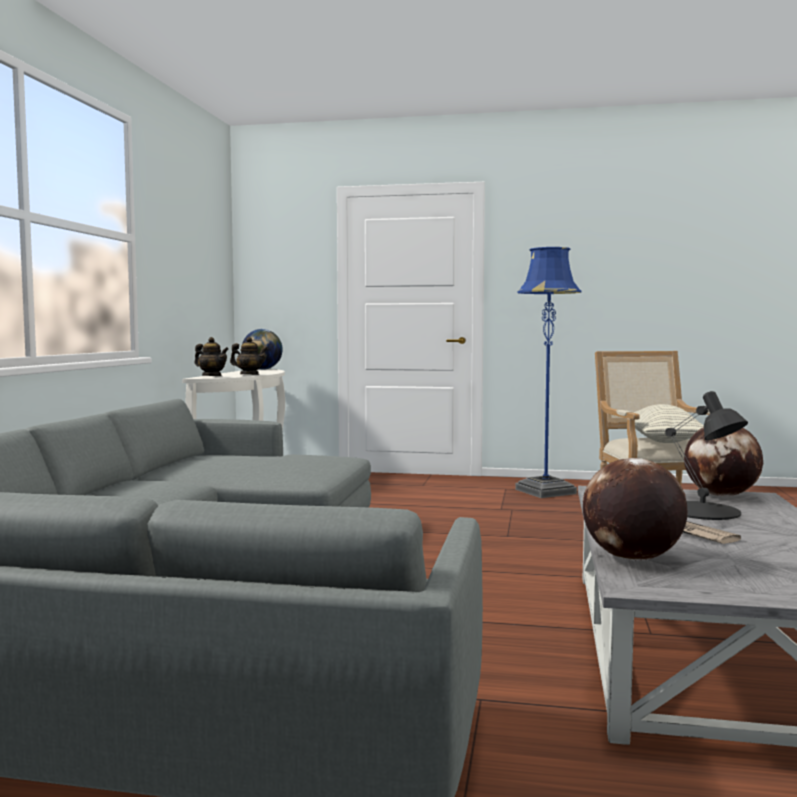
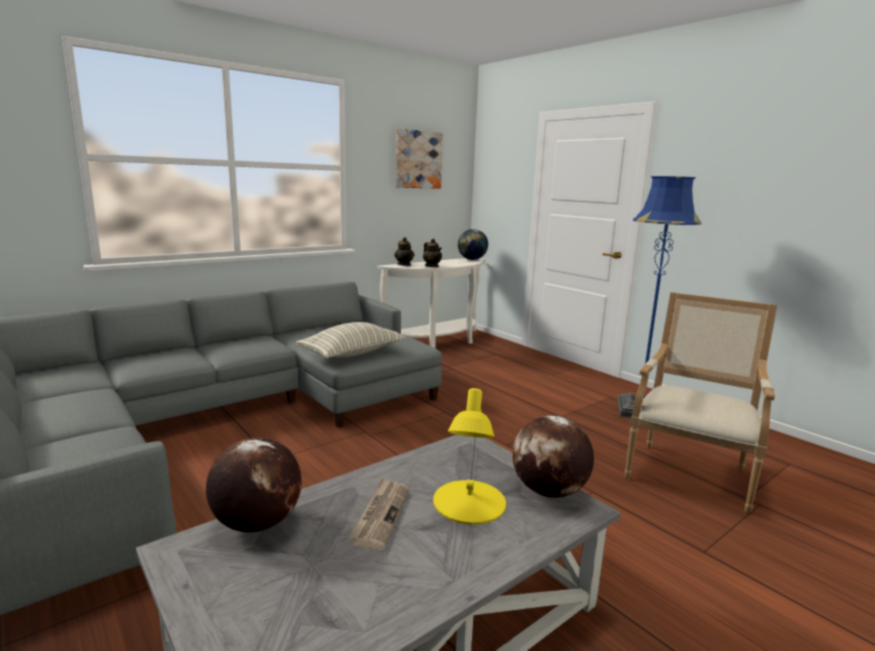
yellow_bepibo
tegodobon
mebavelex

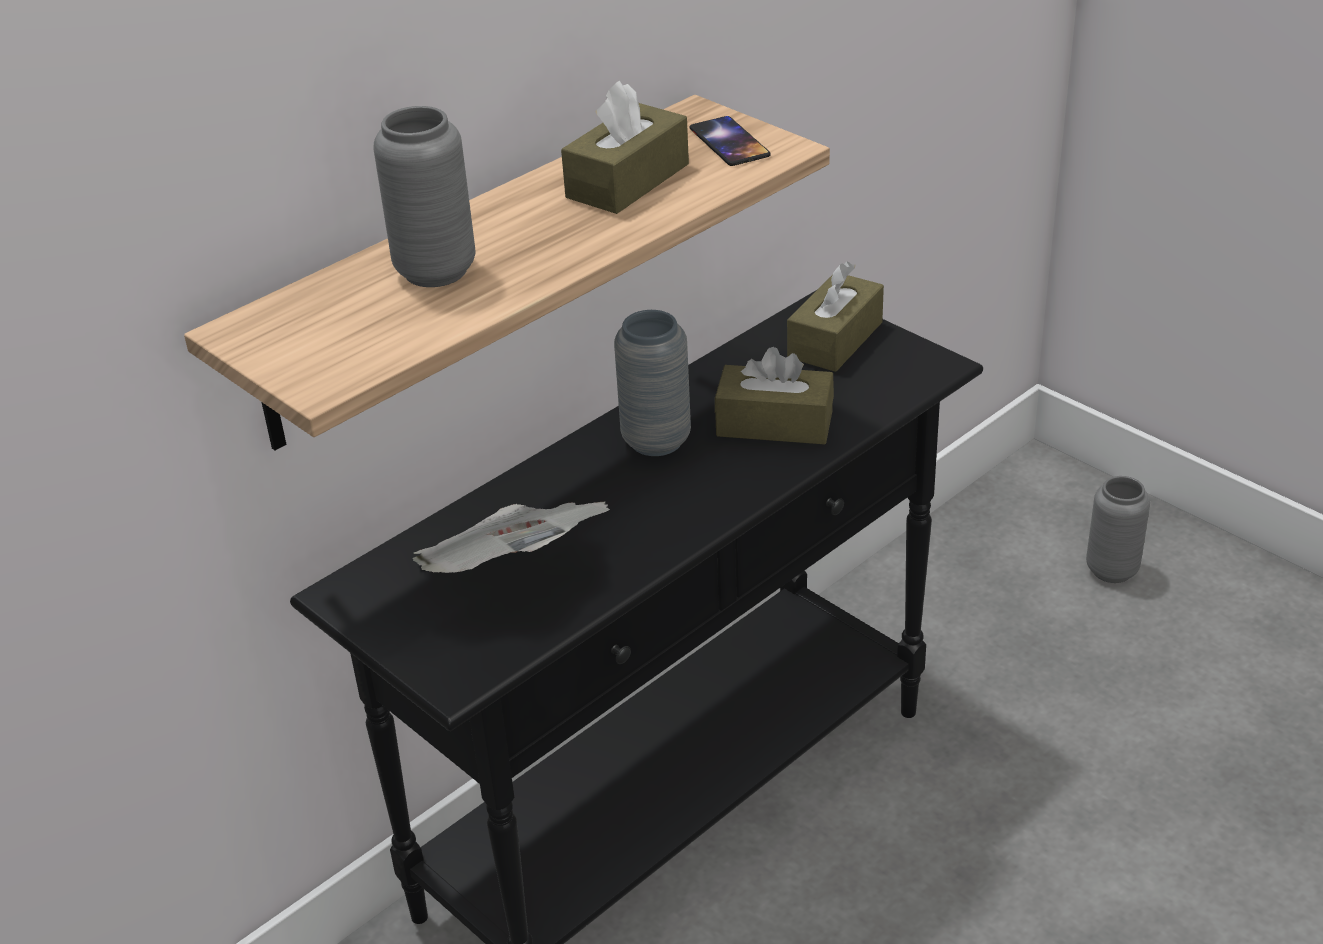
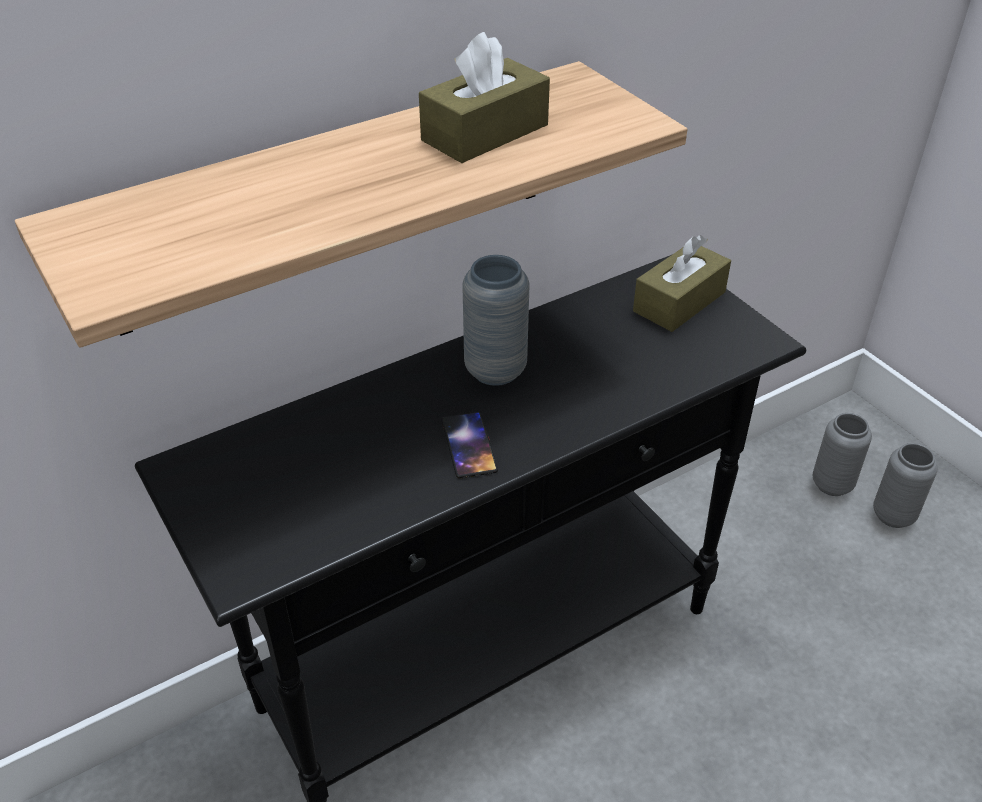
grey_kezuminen (no. 2 from left)
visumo
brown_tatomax (no. 2 from left in the first image)
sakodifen

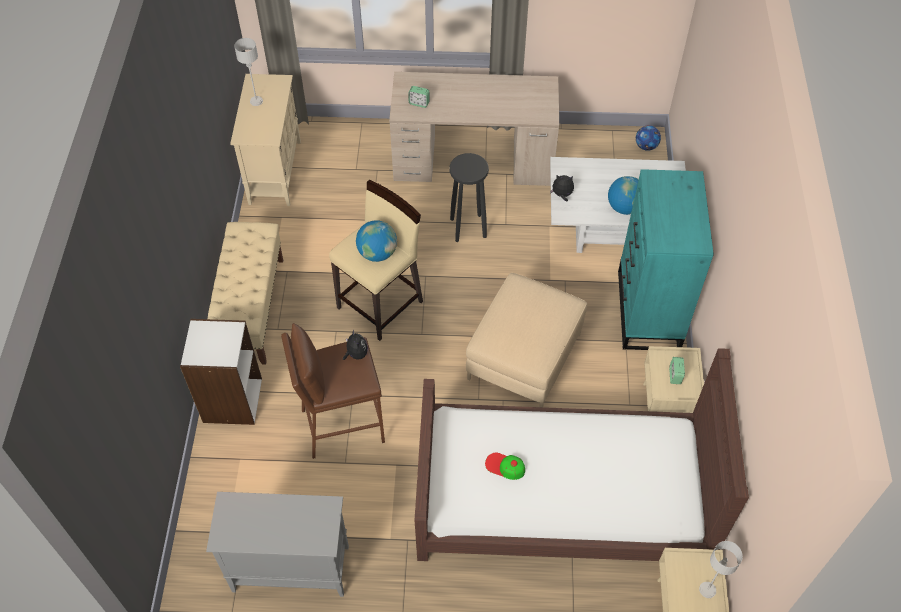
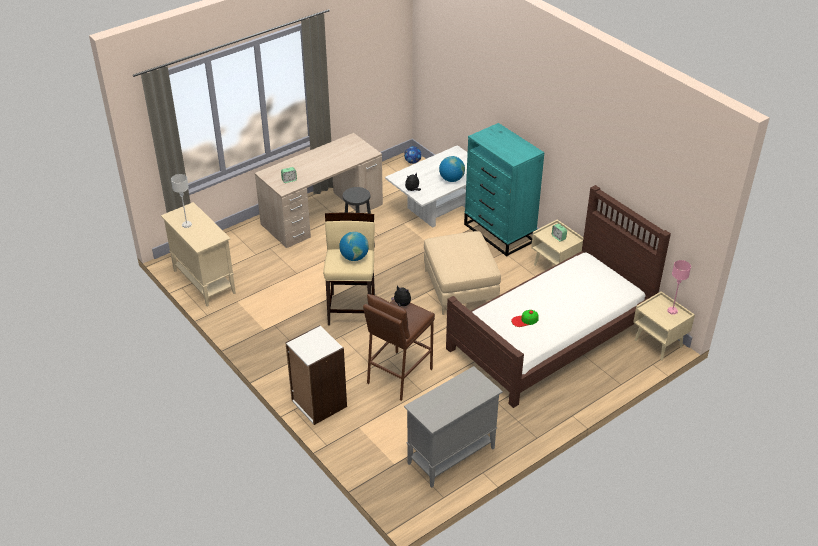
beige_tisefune
pink_bepibo

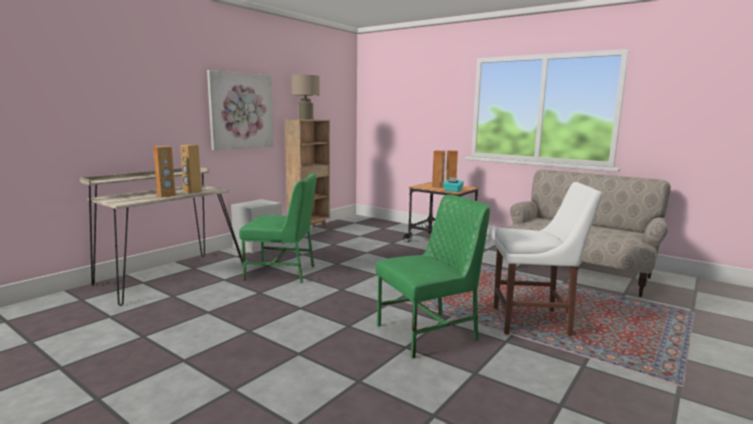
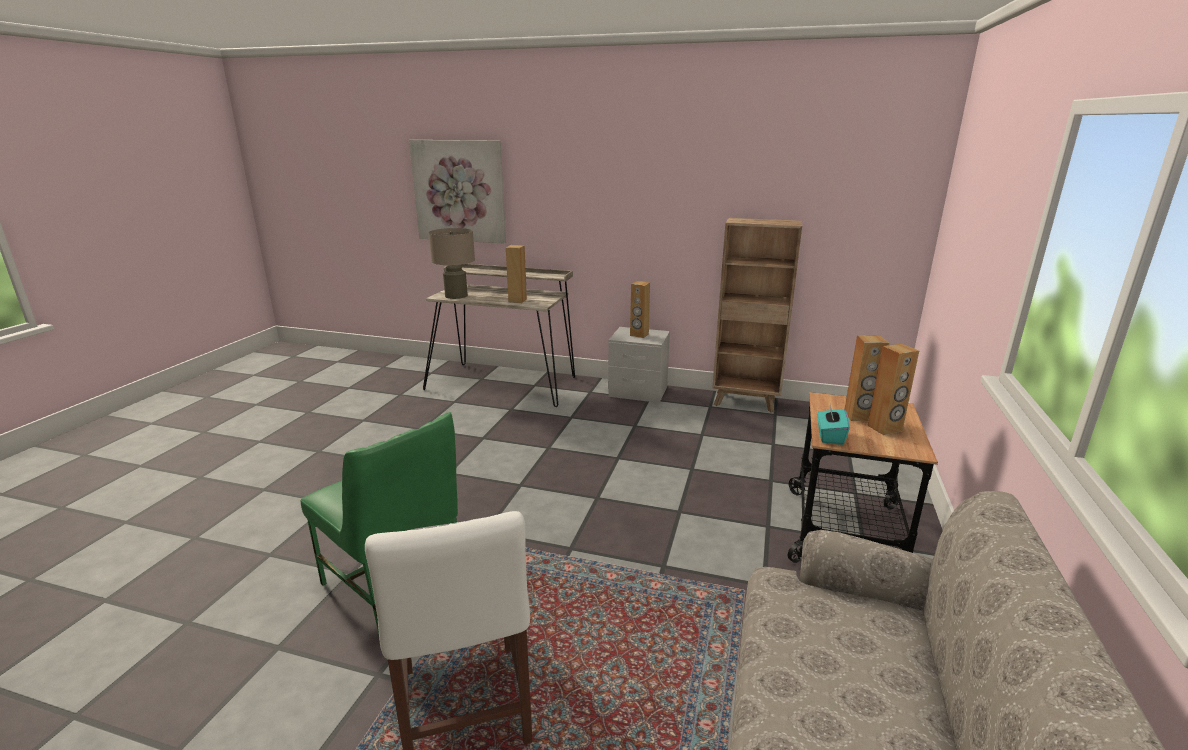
mebavelex
beige_bepibo
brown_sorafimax (no. 2 from left)
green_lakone (no. 1 from left in the first image)

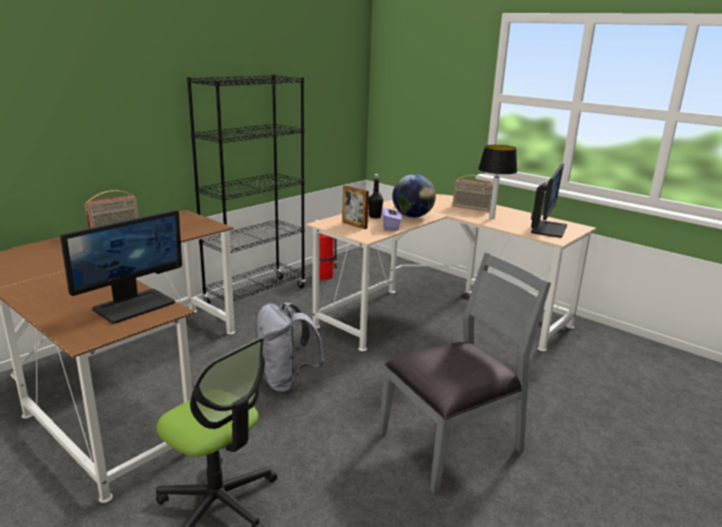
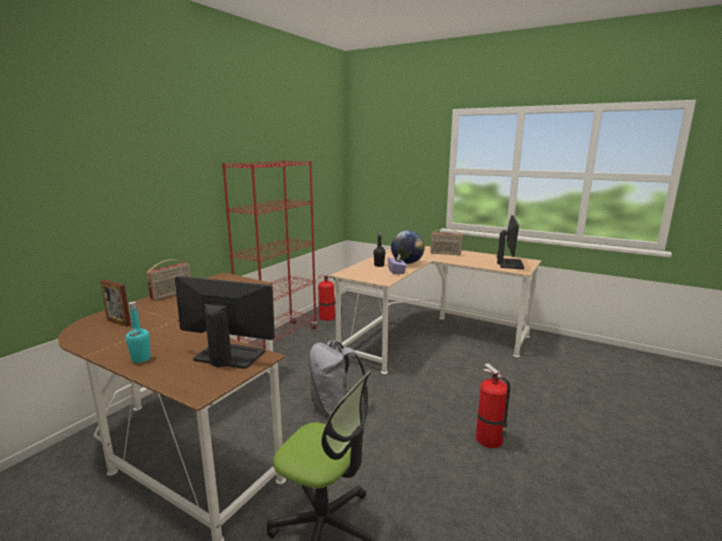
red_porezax
bepibo
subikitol
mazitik (no. 1 from left)
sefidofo (no. 2 from left)
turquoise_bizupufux

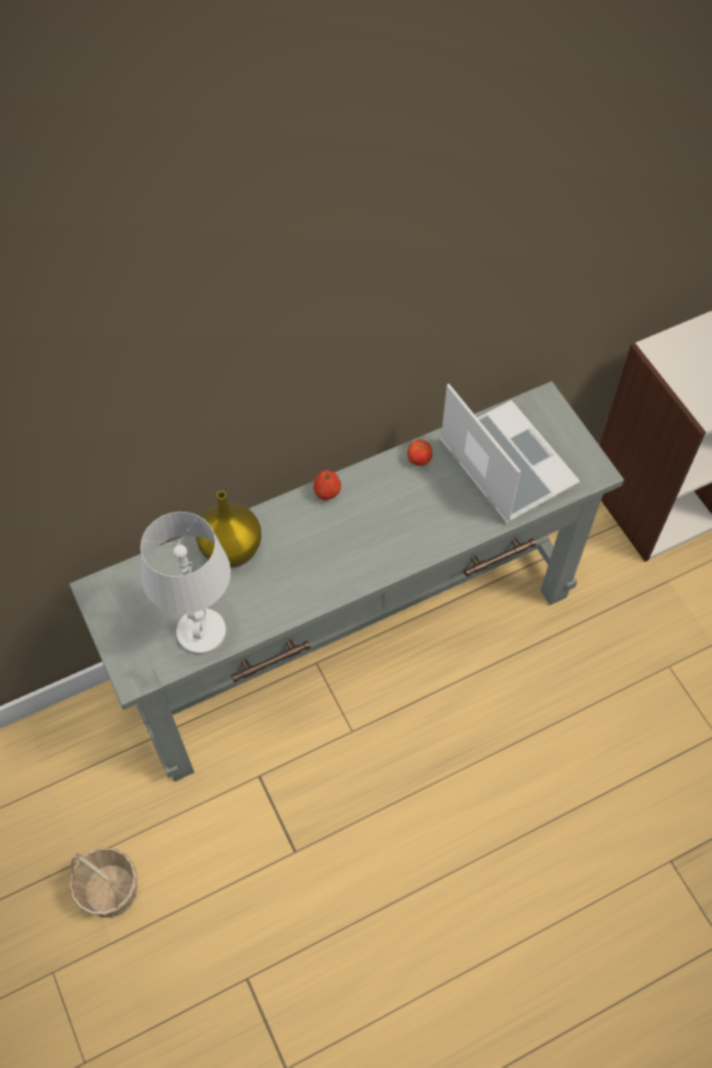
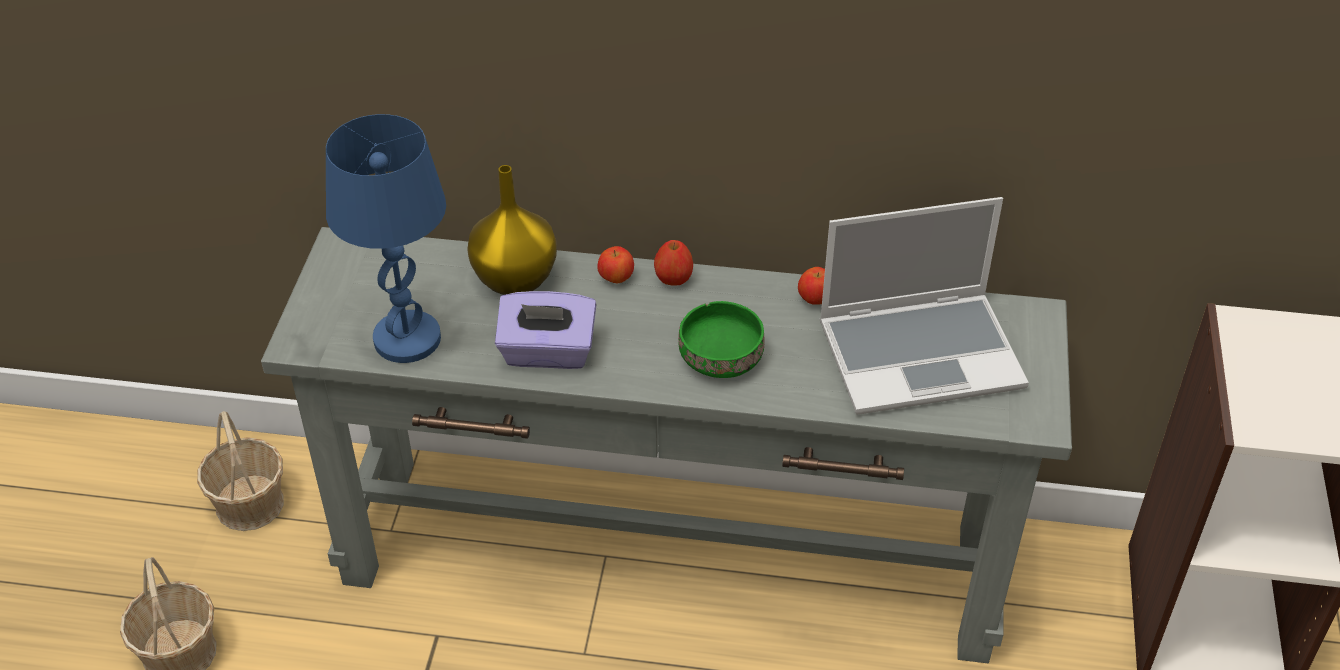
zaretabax
blue_bepibo
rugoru (no. 1 from left)
purple_tatomax
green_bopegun
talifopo (no. 2 from left)

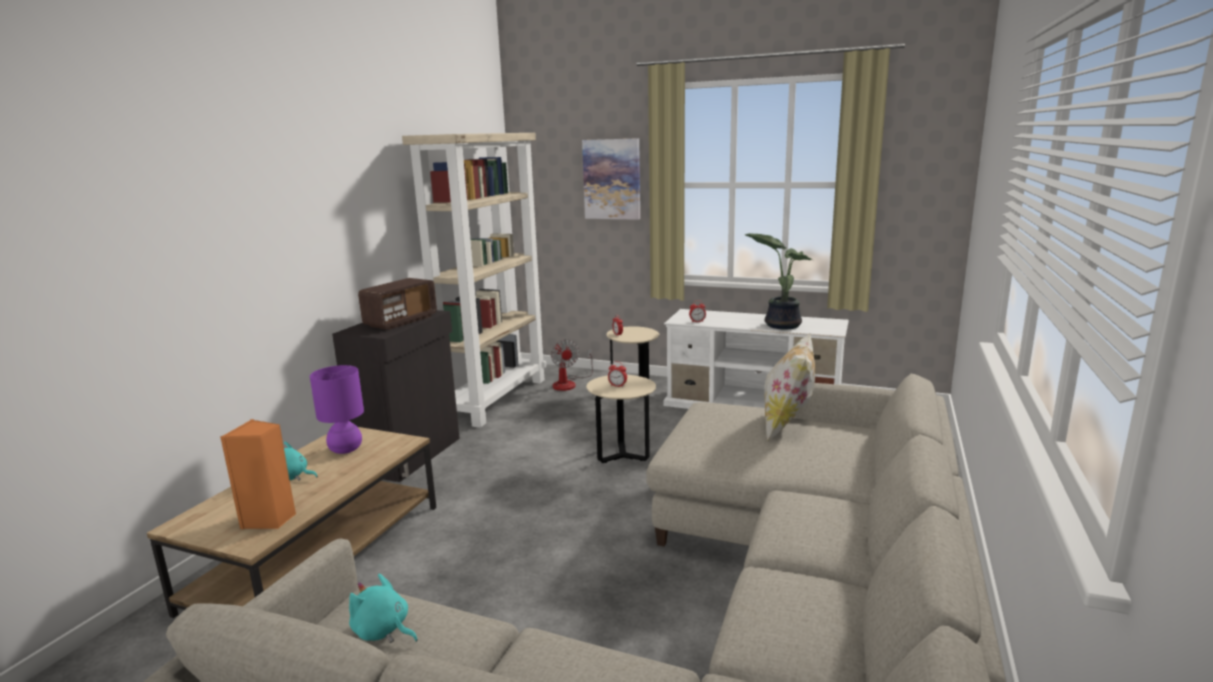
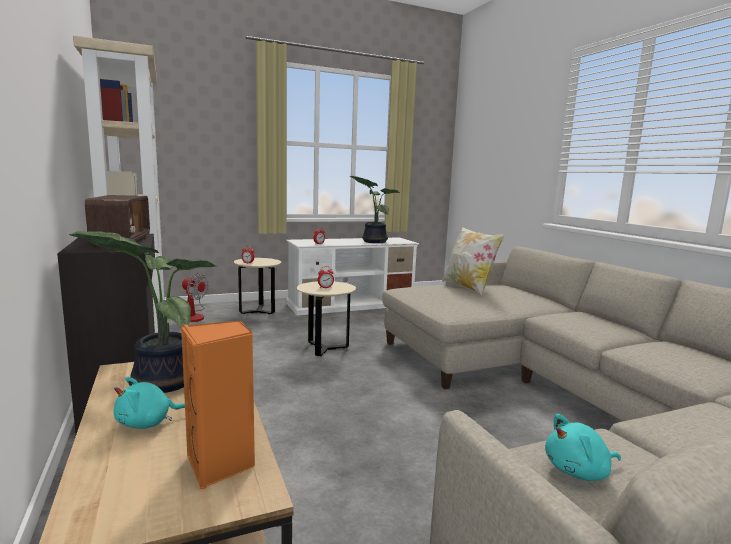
mebavelex
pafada (no. 1 from left)

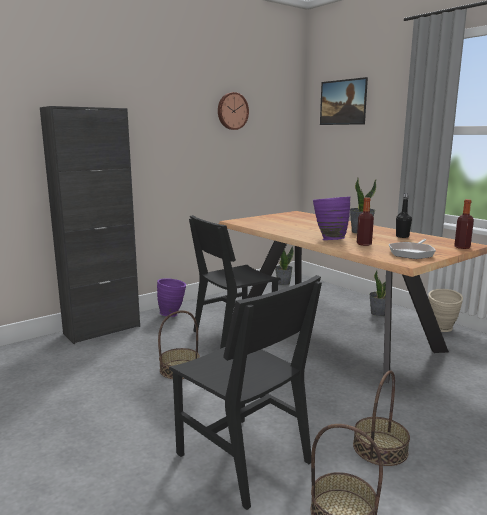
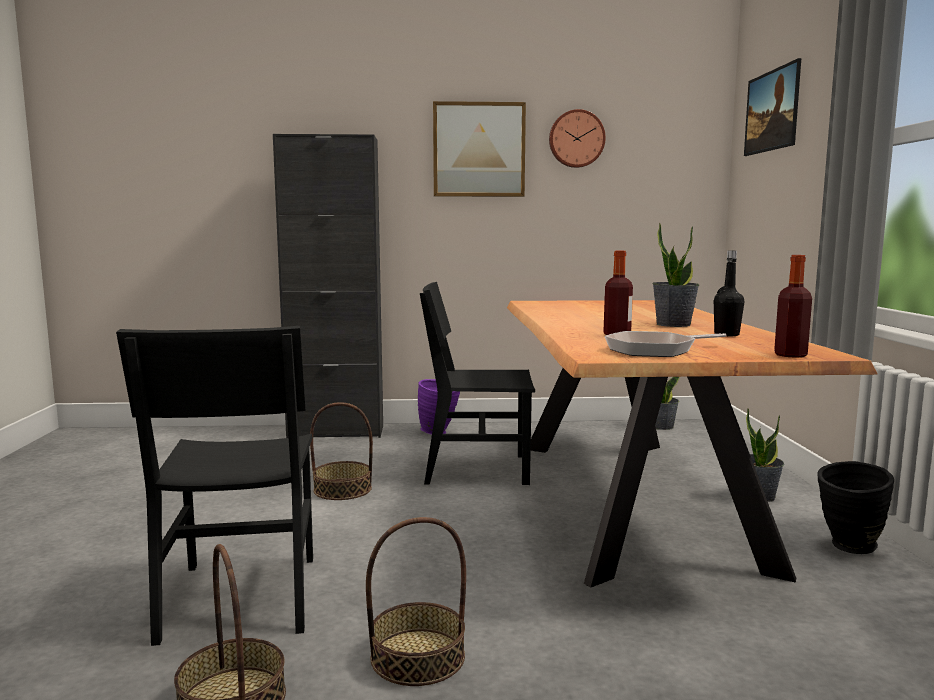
purple_kezuminen (no. 2 from left in the first image)
black_kezuminen
mebavelex (no. 1 from left)

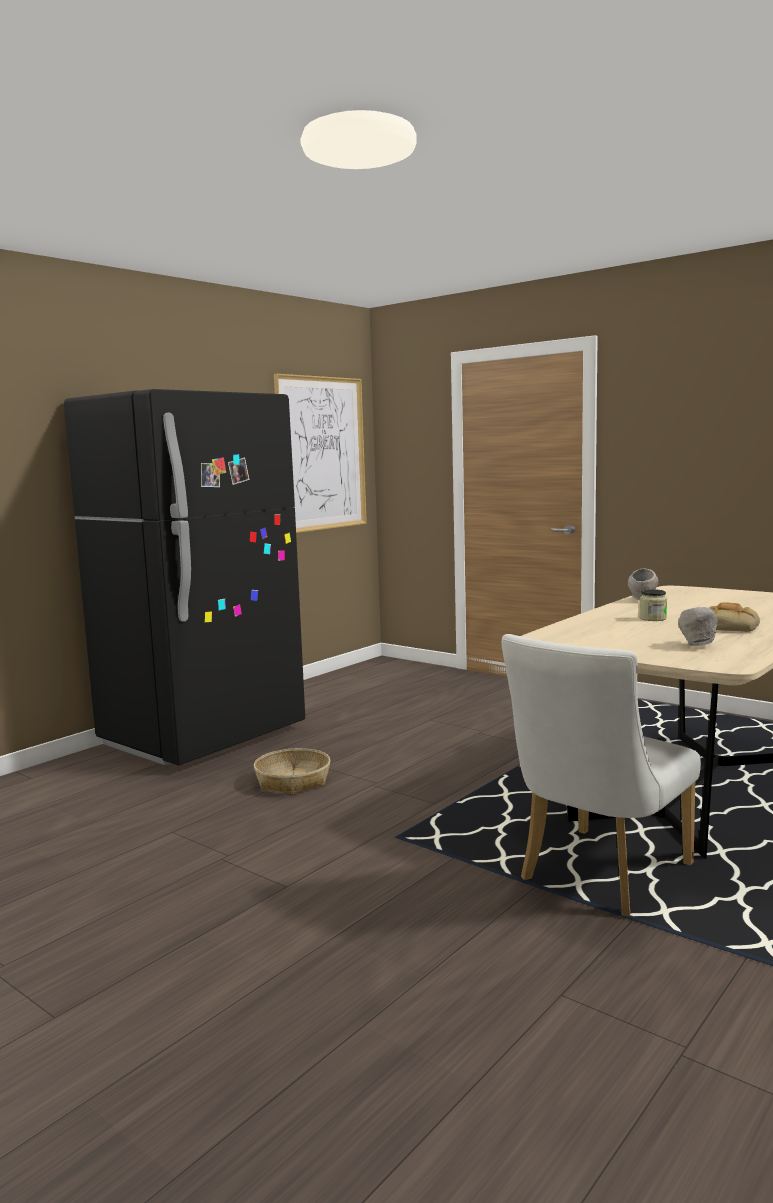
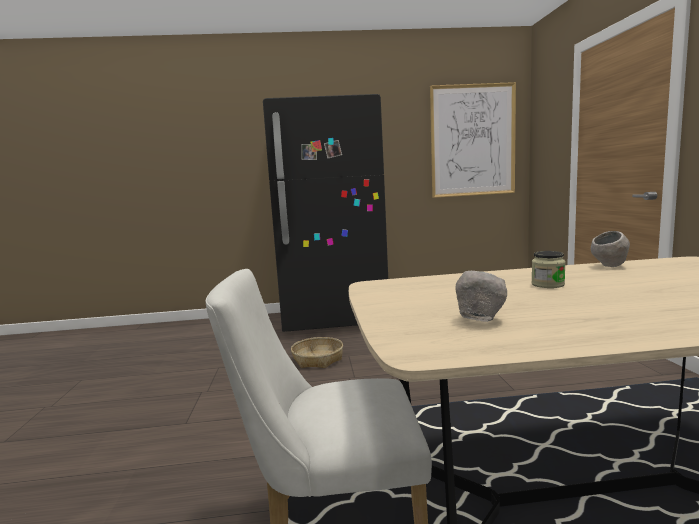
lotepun

